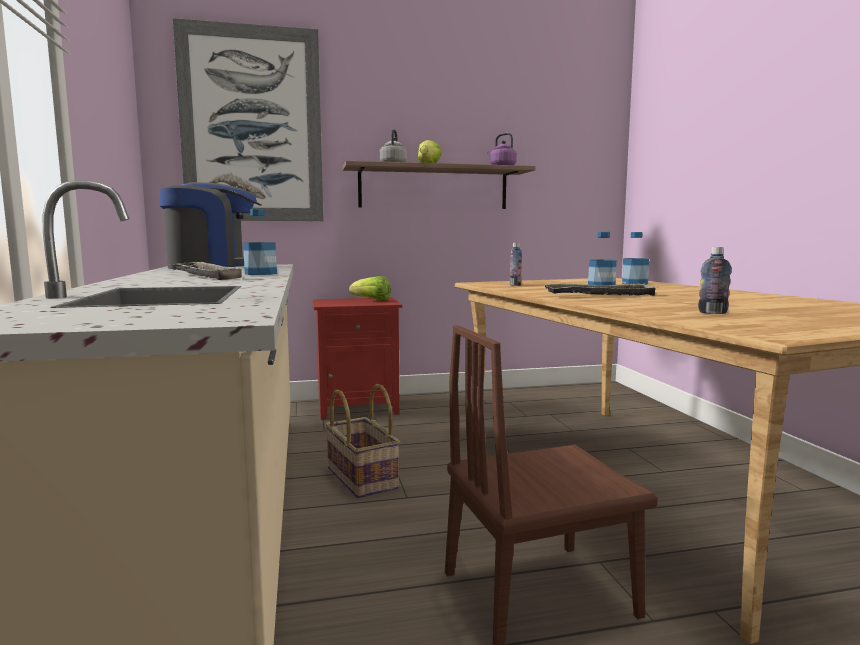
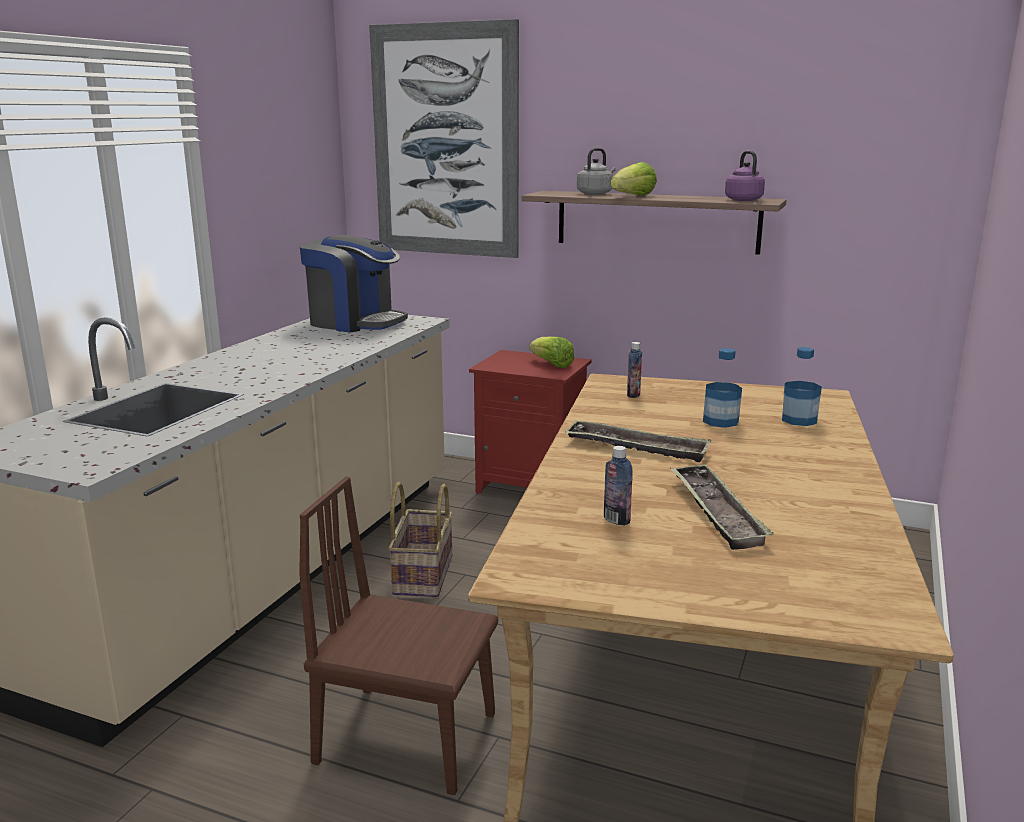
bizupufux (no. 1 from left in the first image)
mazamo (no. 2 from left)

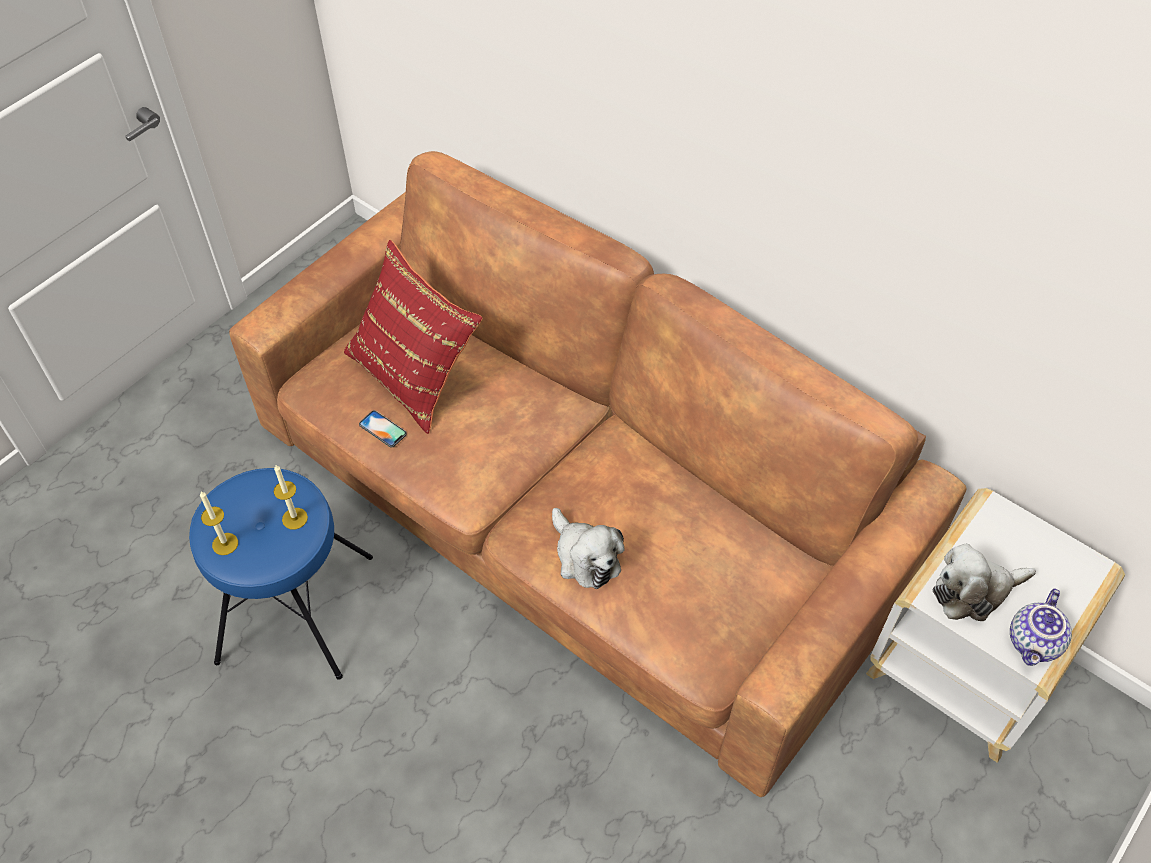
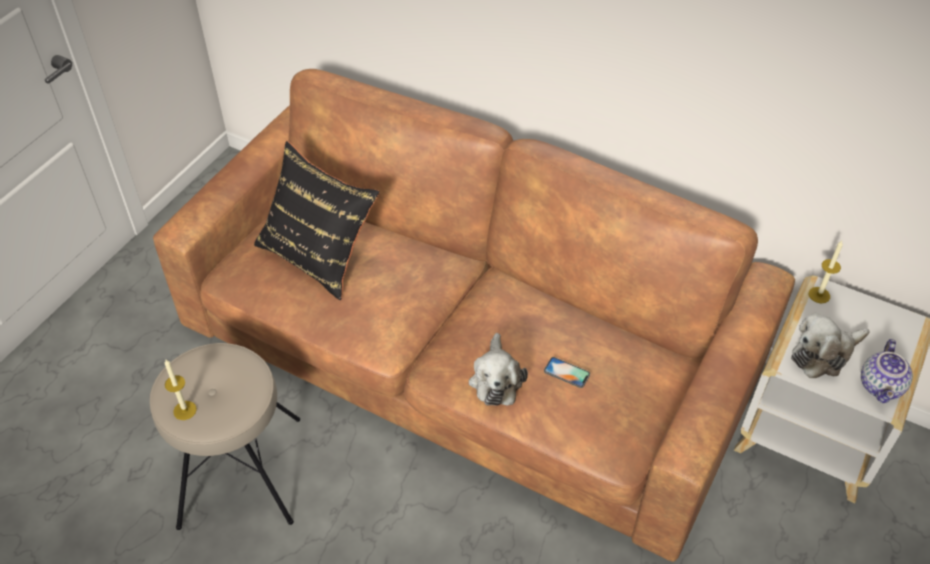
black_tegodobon
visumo
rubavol (no. 2 from left)
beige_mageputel
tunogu (no. 1 from left)

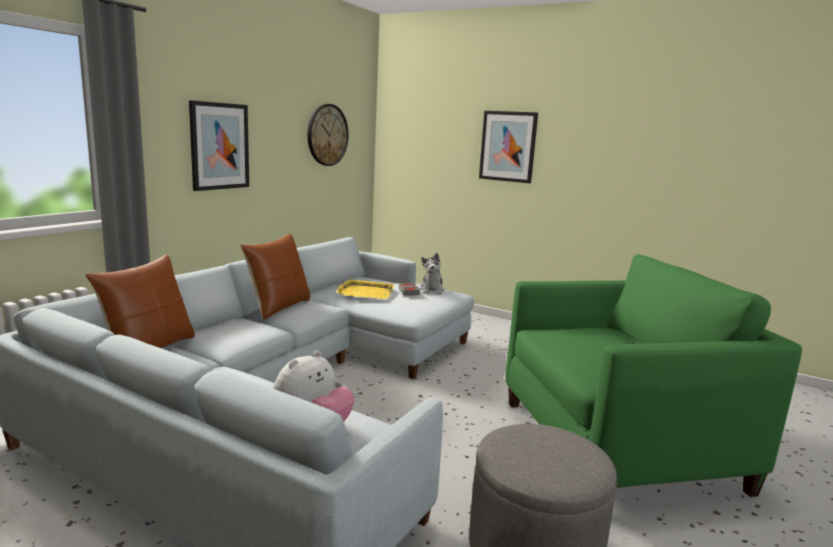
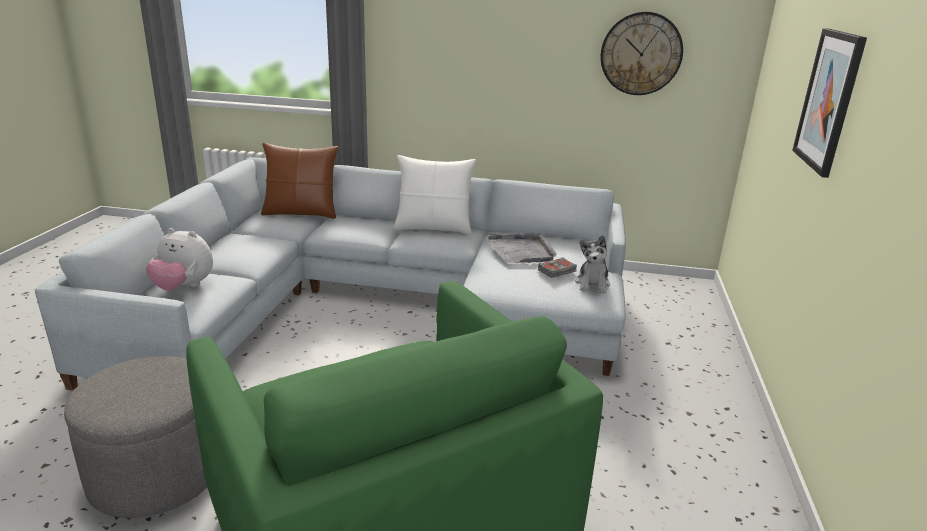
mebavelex (no. 1 from left in the first image)
white_tegodobon
tunogu (no. 2 from left)
grey_mazamo

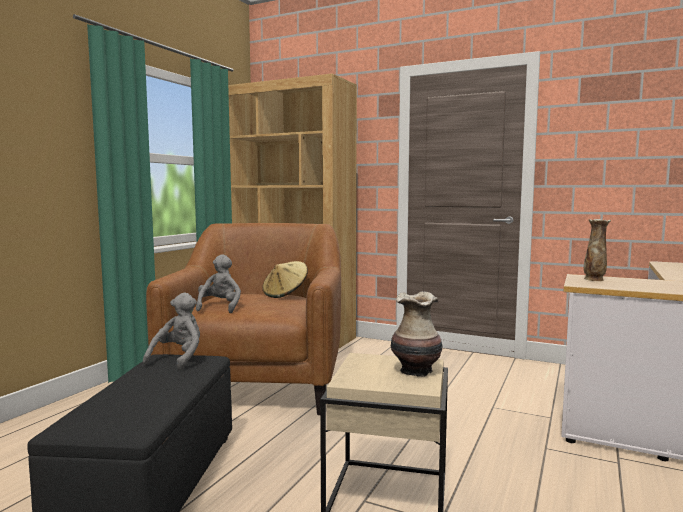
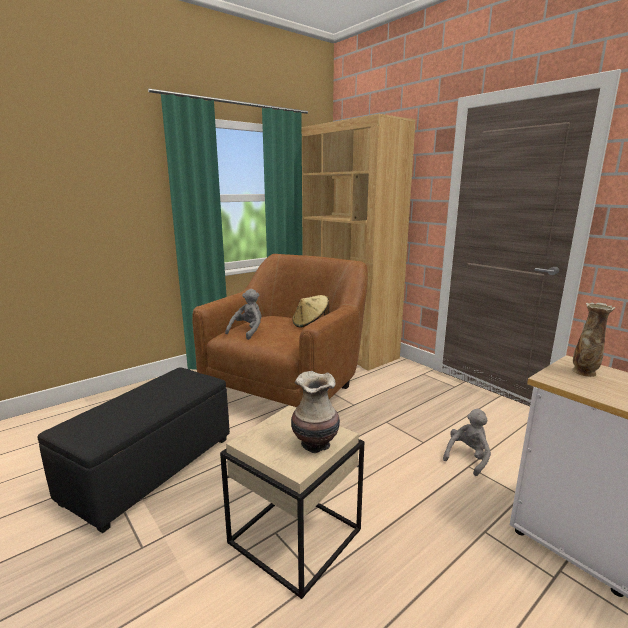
grey_tunogu (no. 2 from left)

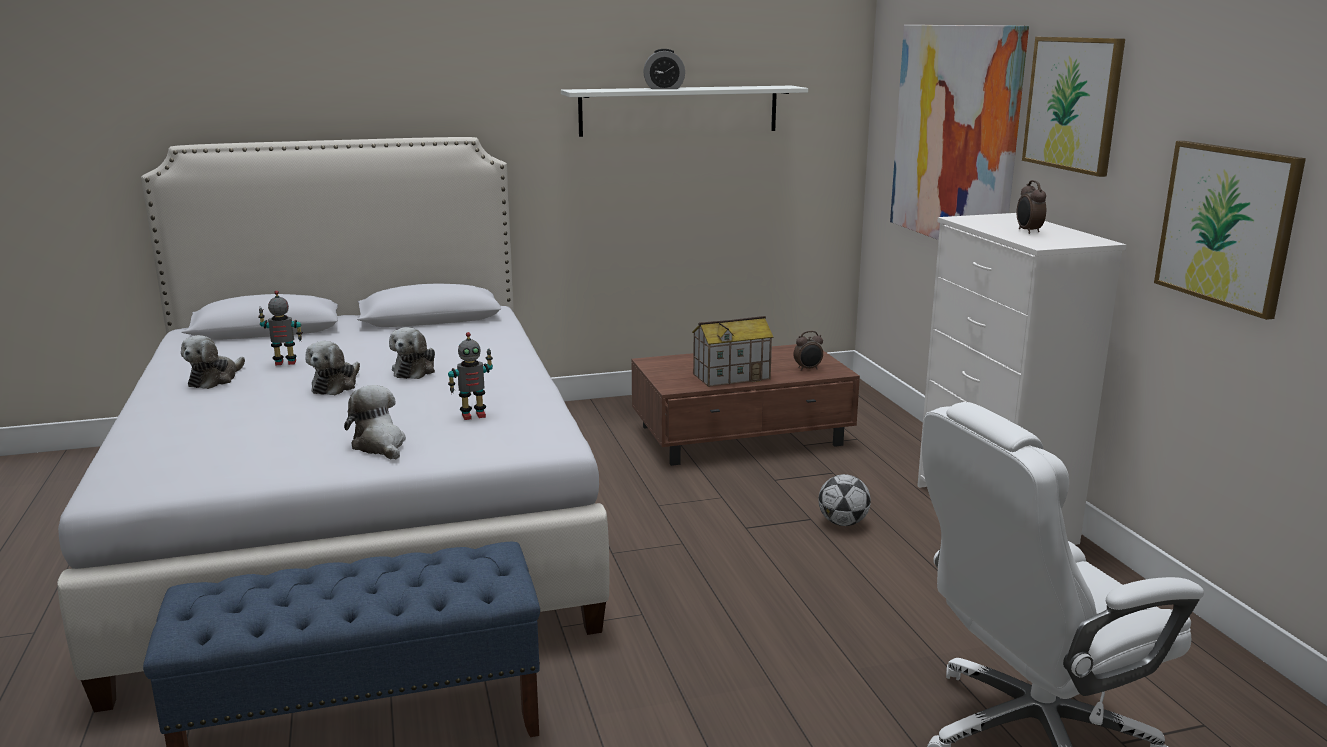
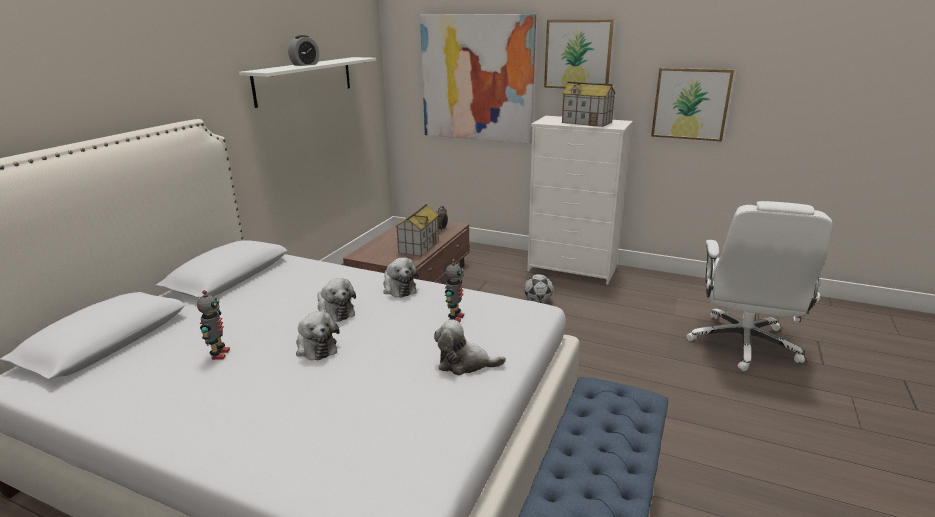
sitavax (no. 2 from left)
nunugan (no. 1 from left)
tunogu (no. 3 from left)

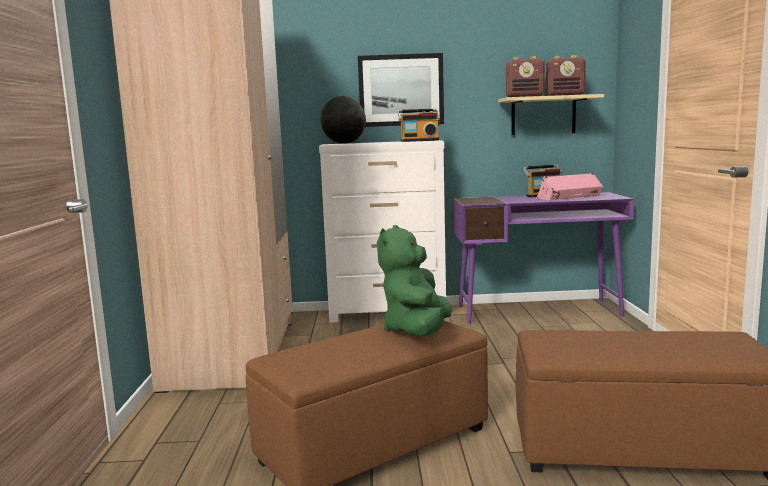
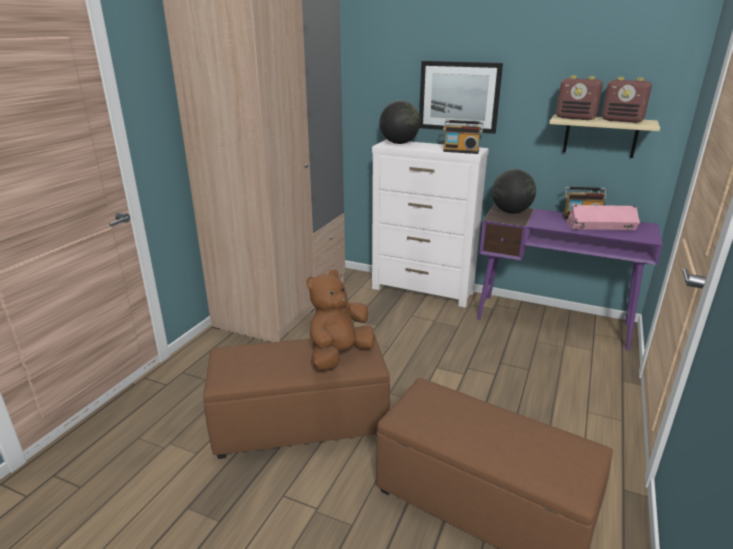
brown_tunogu
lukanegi (no. 2 from left)

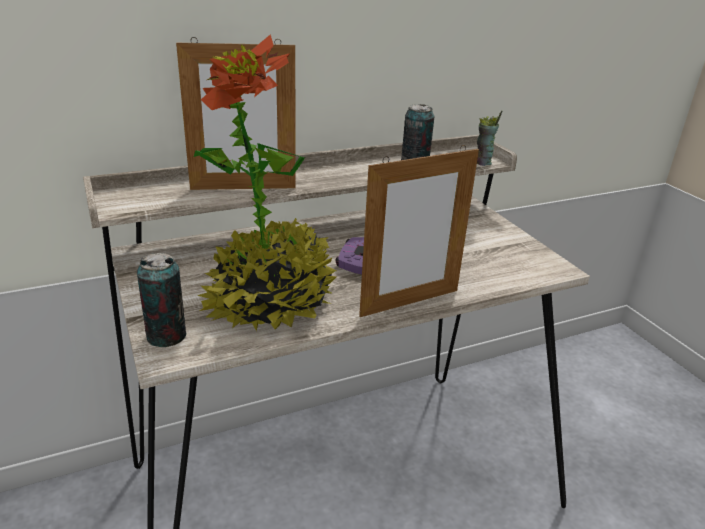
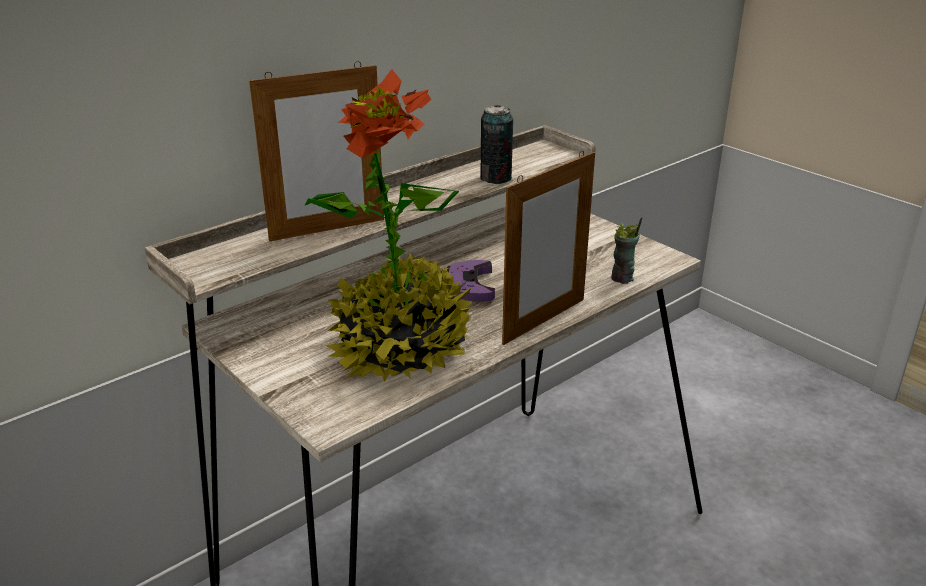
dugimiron
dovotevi (no. 1 from left in the first image)

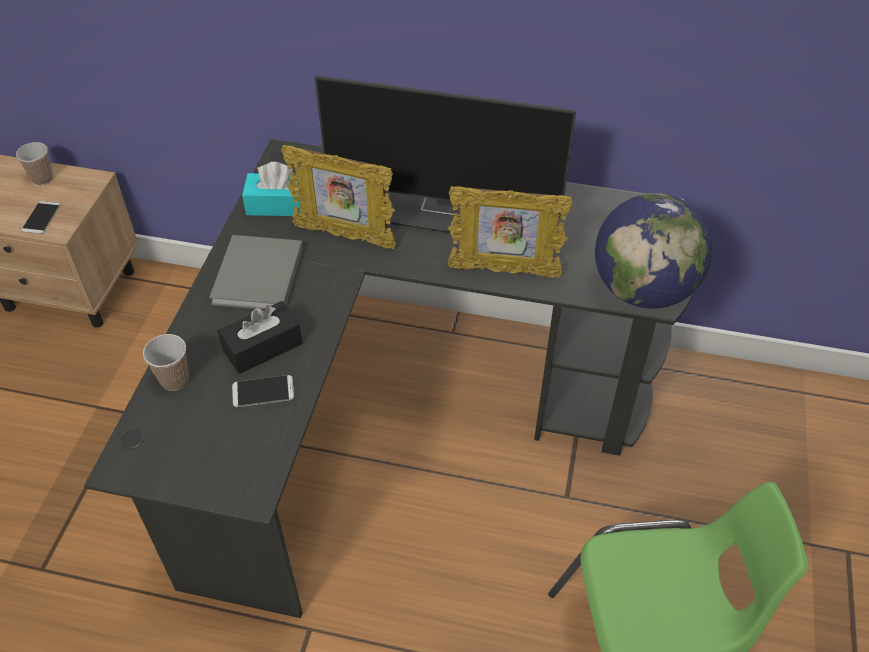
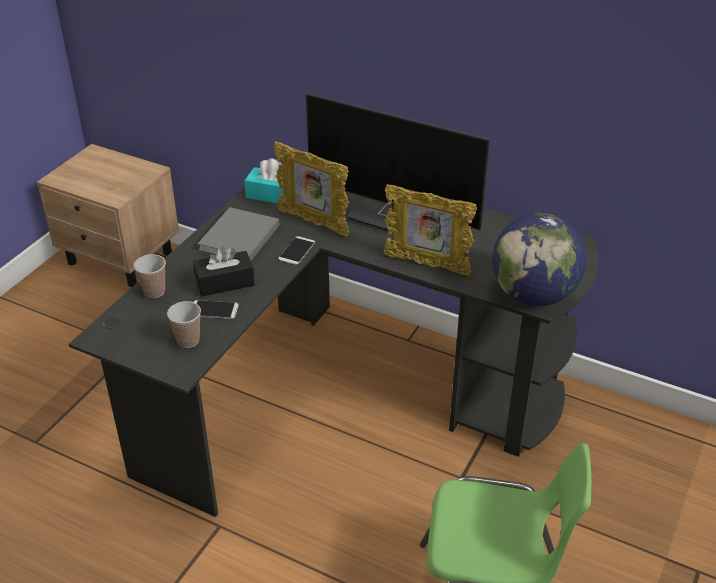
dugimiron (no. 2 from left)
visumo (no. 2 from left)

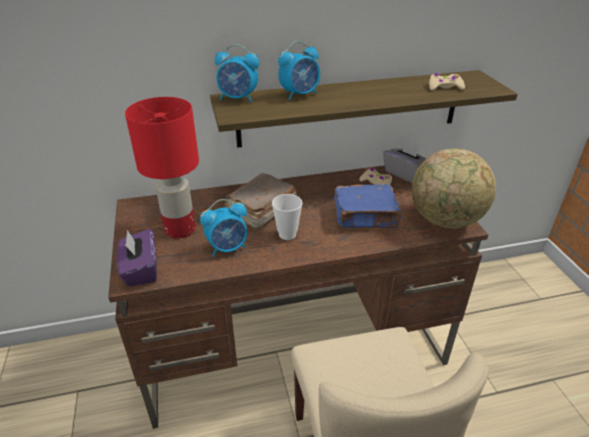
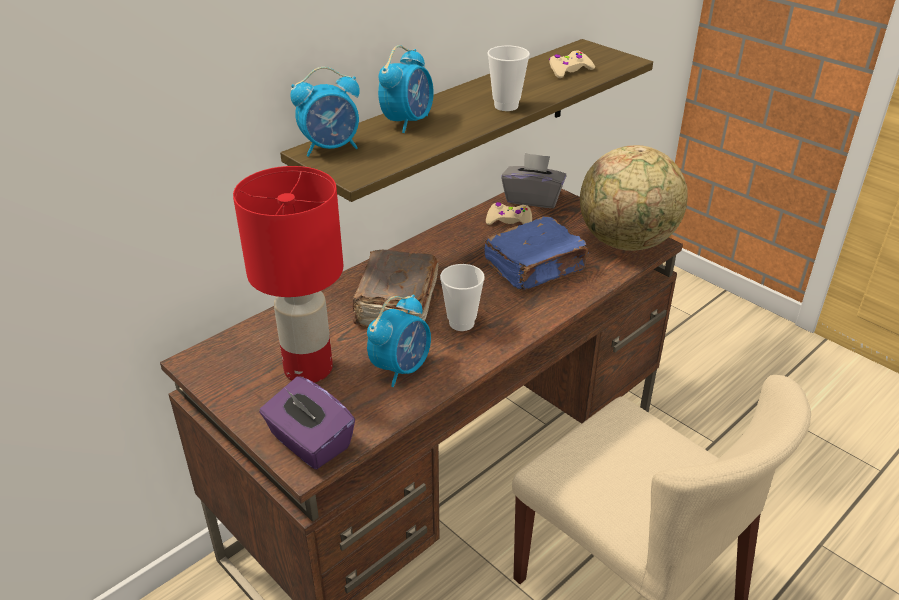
dugimiron (no. 2 from left)

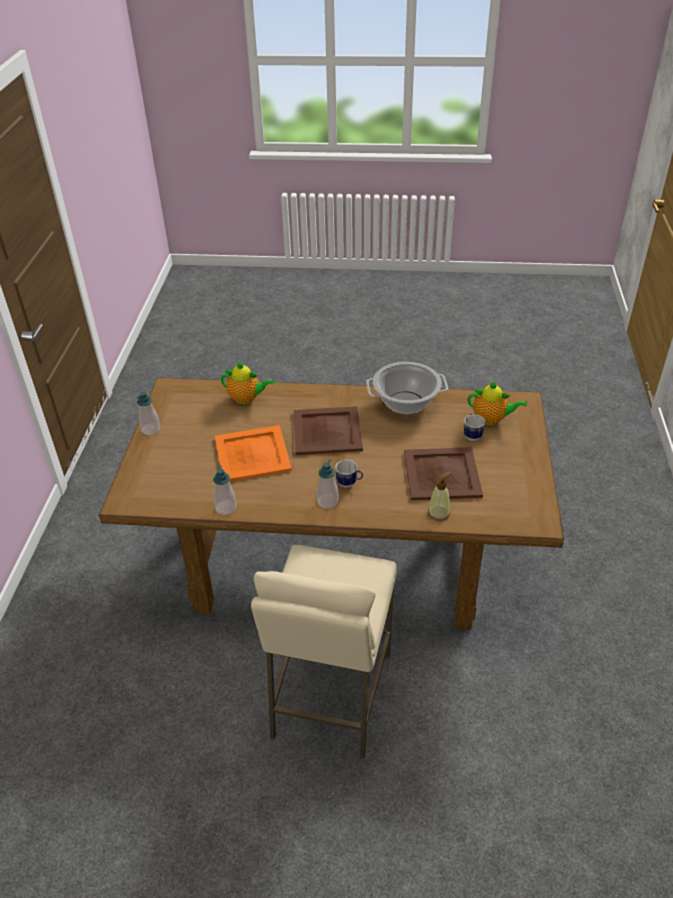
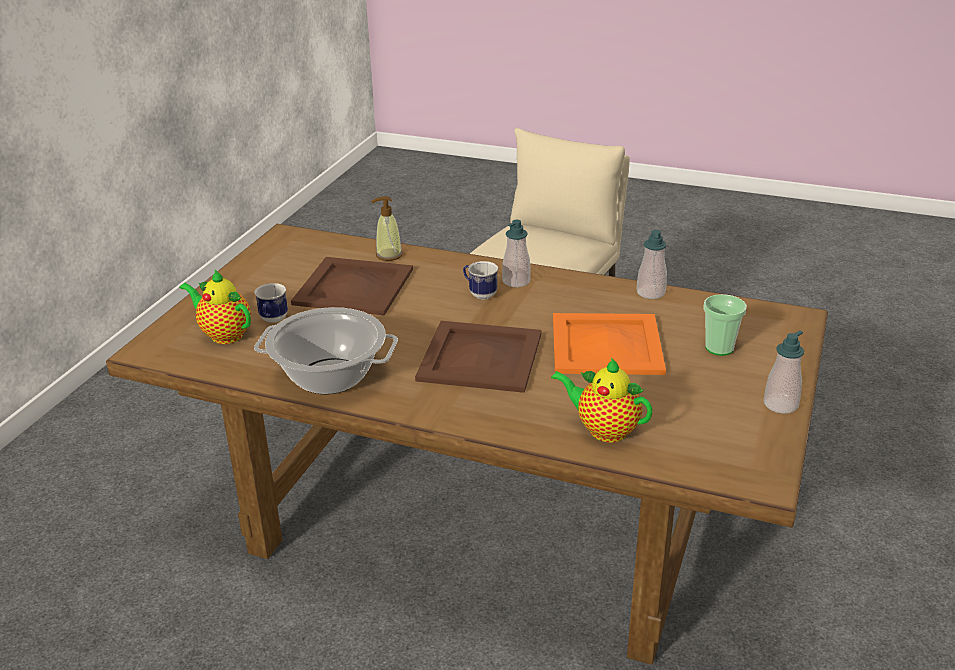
dugimiron

